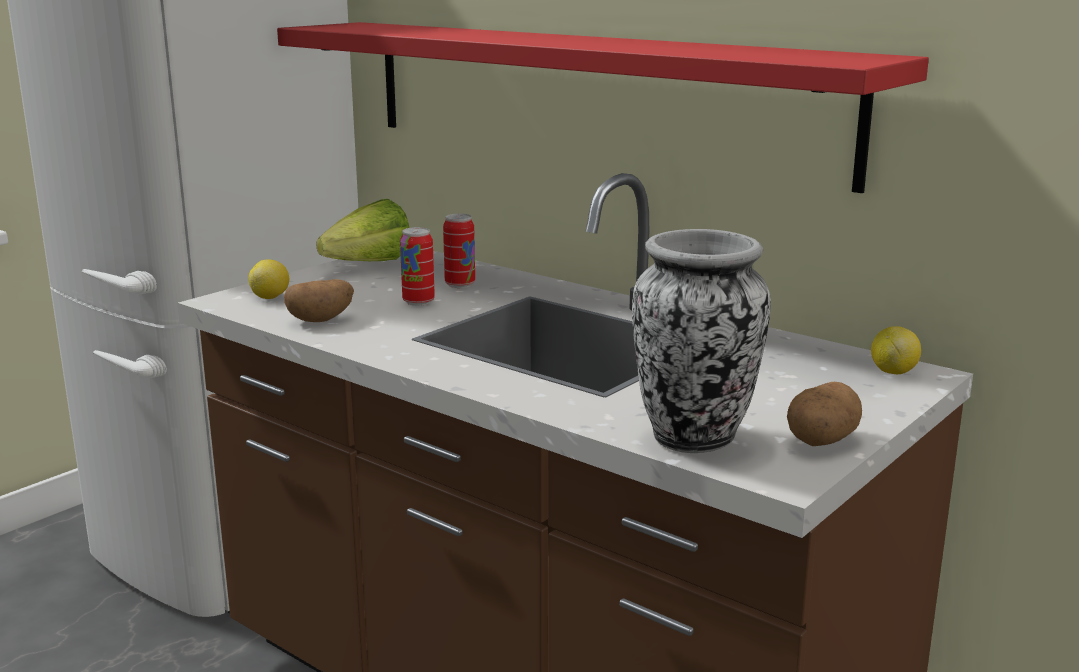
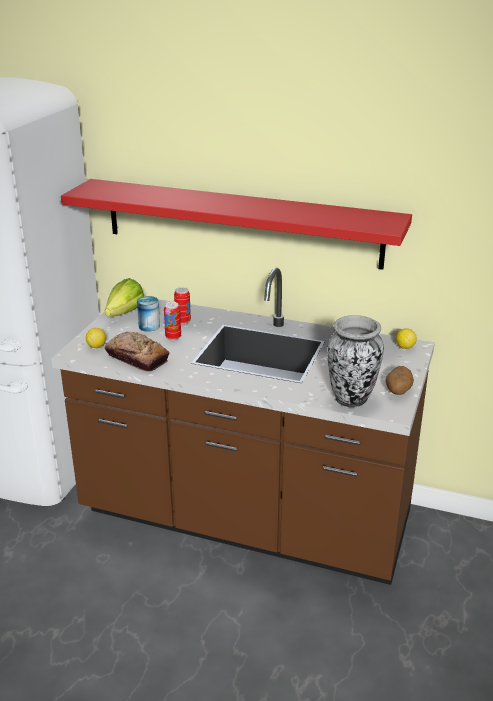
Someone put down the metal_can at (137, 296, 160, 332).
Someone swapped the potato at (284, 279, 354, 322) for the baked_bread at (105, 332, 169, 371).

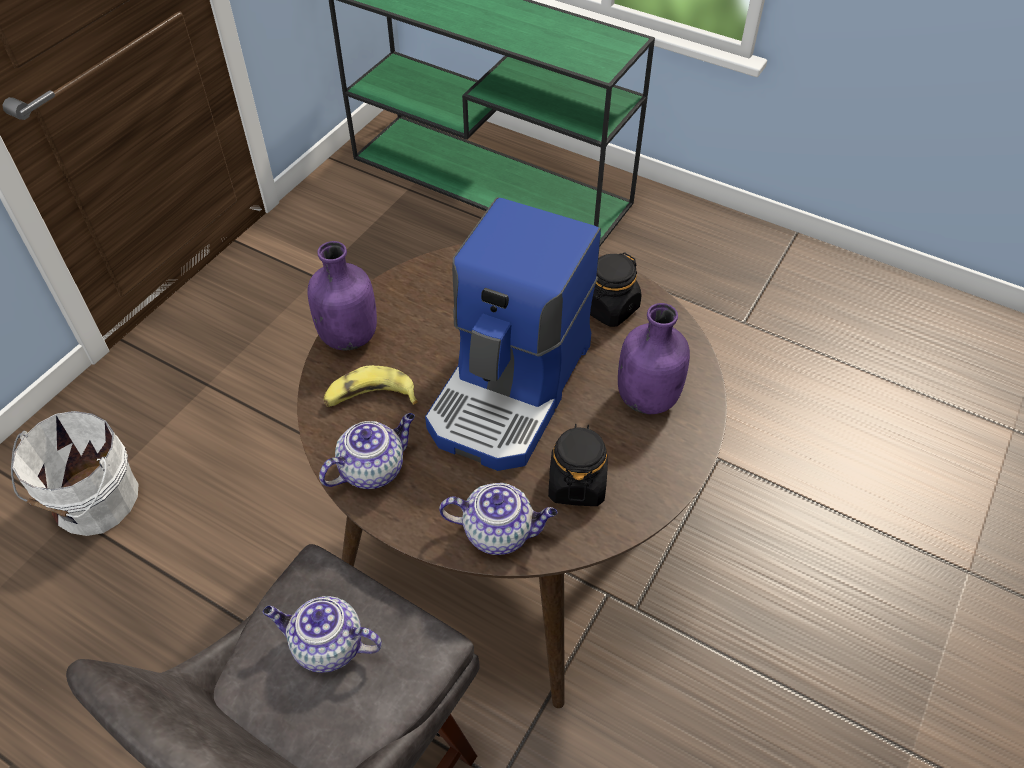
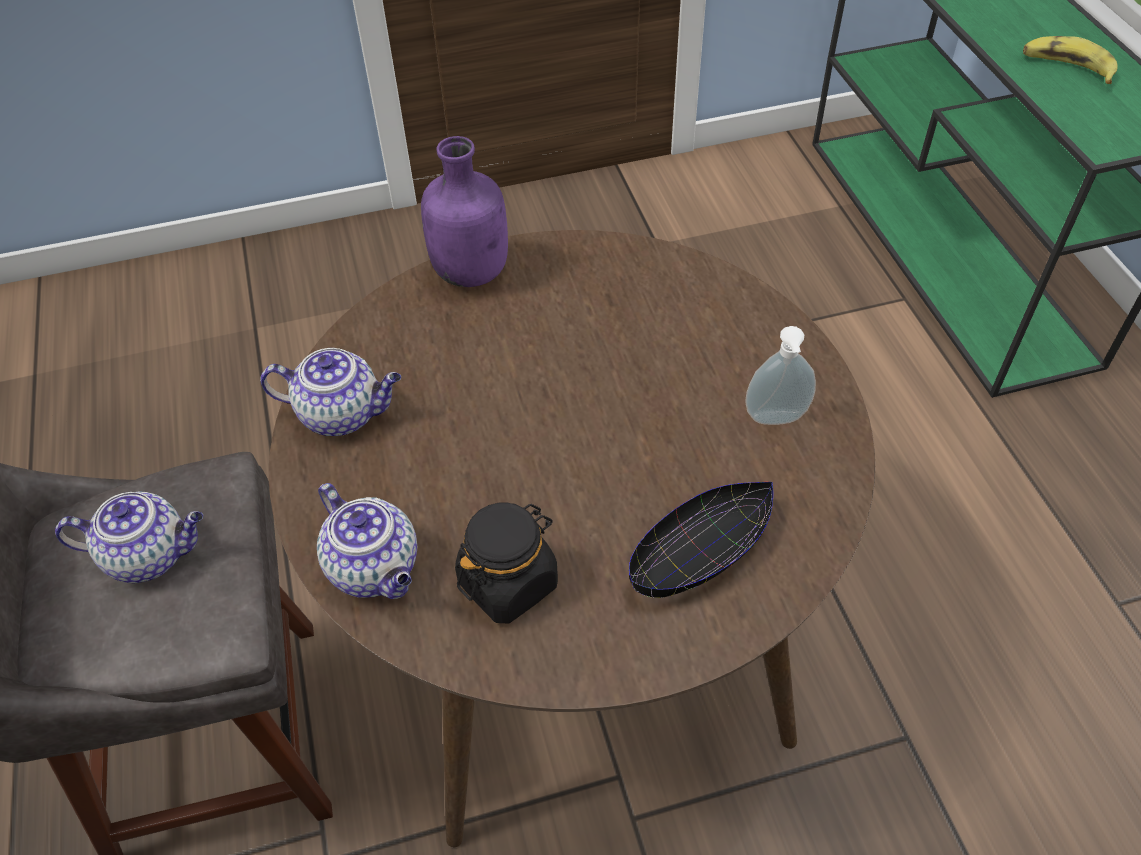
Someone took away the white_pail at (11, 411, 139, 536).
Someone took away the coffee_maker at (425, 197, 601, 471).
Someone carried the banana from (324, 365, 418, 407) to (1023, 36, 1118, 84).
Someone swapped the black_storage_jar at (590, 252, 642, 327) for the liquid_soap_bottle at (745, 326, 816, 425).
Someone swapped the purple_bottle at (618, 303, 690, 414) for the black_bowl at (629, 482, 773, 598).
Someone rotated the pot_for_tea at (263, 596, 382, 673) by 120 degrees clockwise.

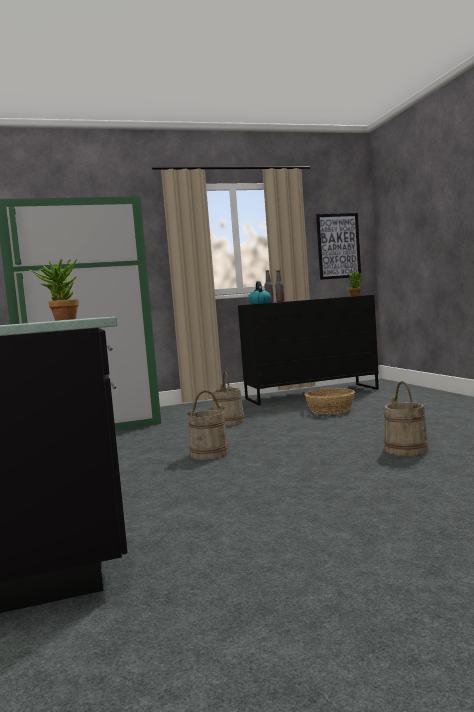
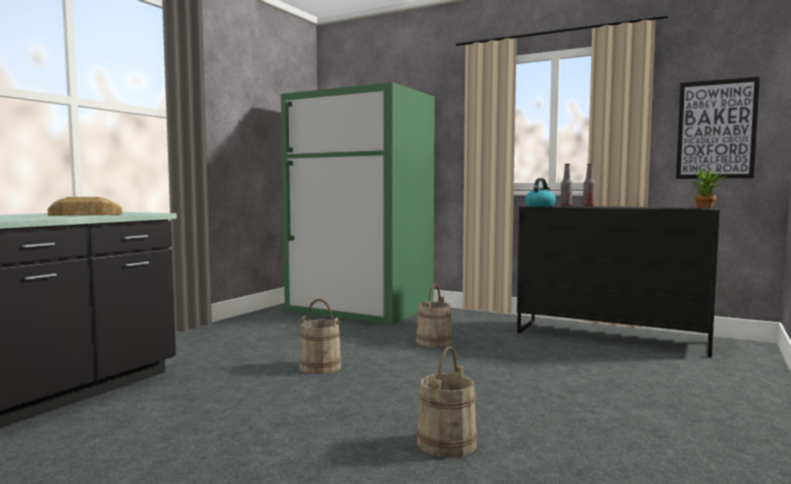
Someone took away the storage_basket at (304, 388, 355, 414).
Someone swapped the potted_plant at (28, 259, 79, 321) for the baked_bread at (48, 197, 122, 216).

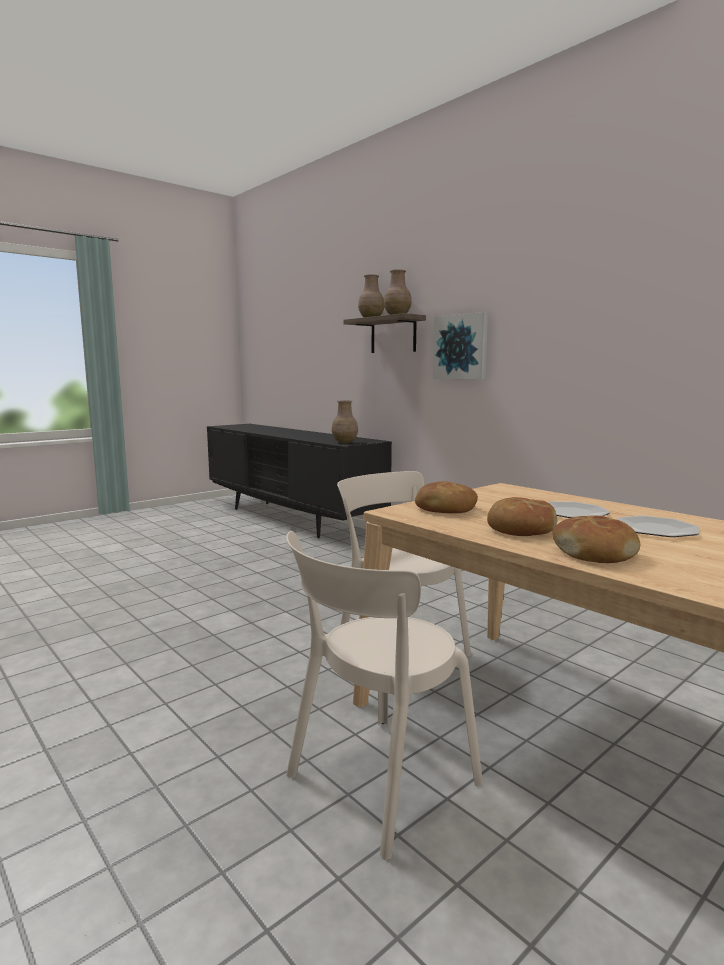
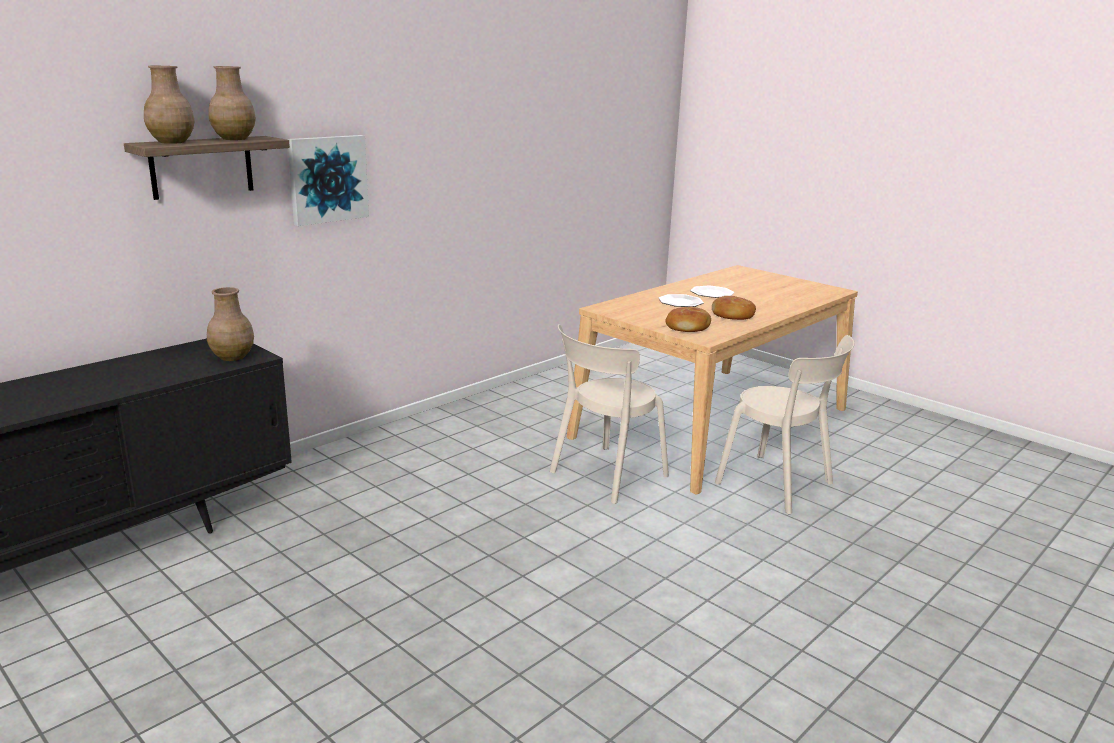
Someone took away the baked_bread at (552, 515, 640, 563).

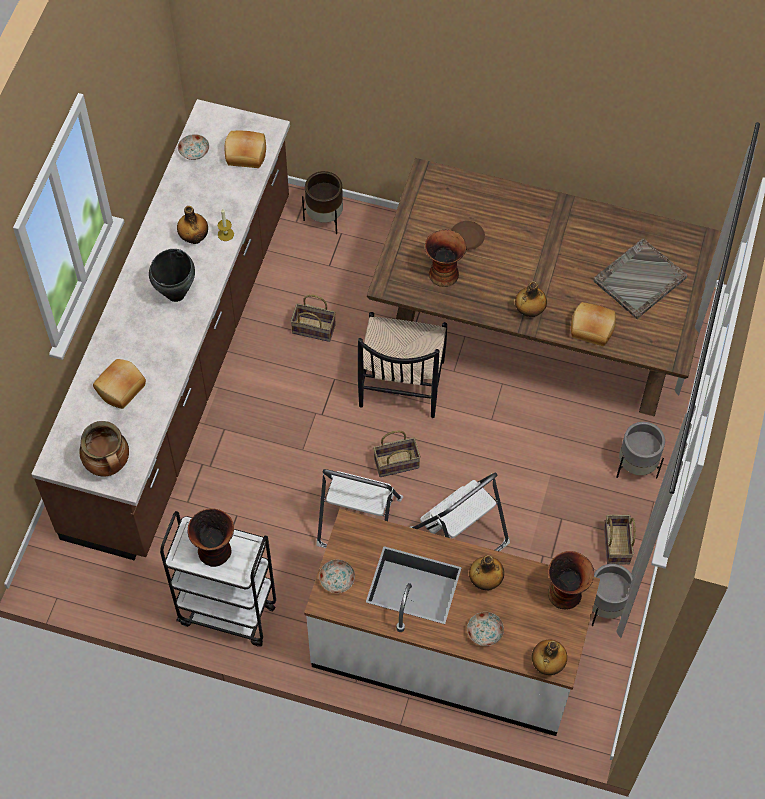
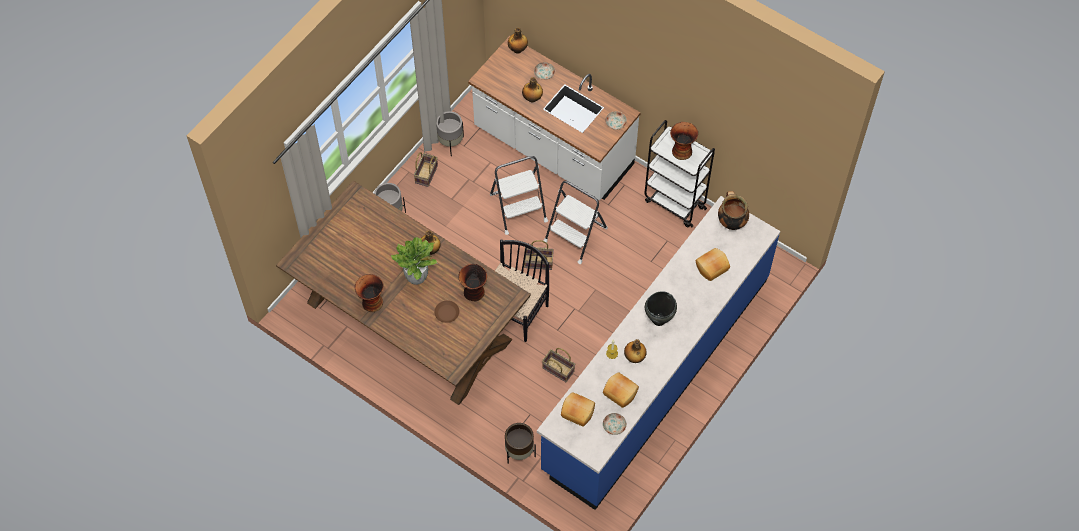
Someone took away the gray_tray at (593, 238, 688, 319).
Someone put down the potted_plant at (391, 237, 437, 285).
Someone carried the vase from (548, 551, 594, 609) to (355, 274, 384, 312).
Someone carried the baked_bread from (571, 302, 616, 346) to (603, 373, 639, 408).
Someone repainted the brown_kitchen_base_unit at (32, 99, 290, 561), which became the blue-coloured_kitchen_base_unit at (537, 196, 780, 510).

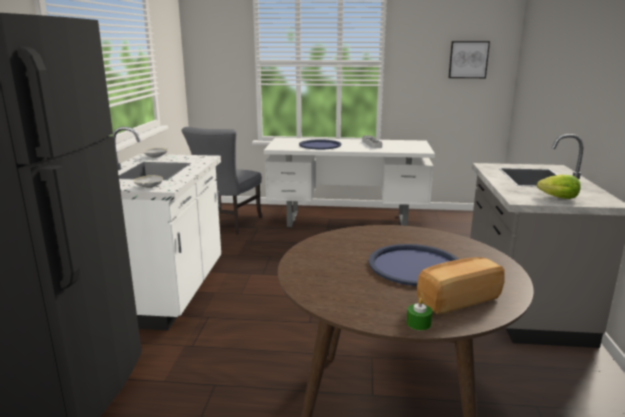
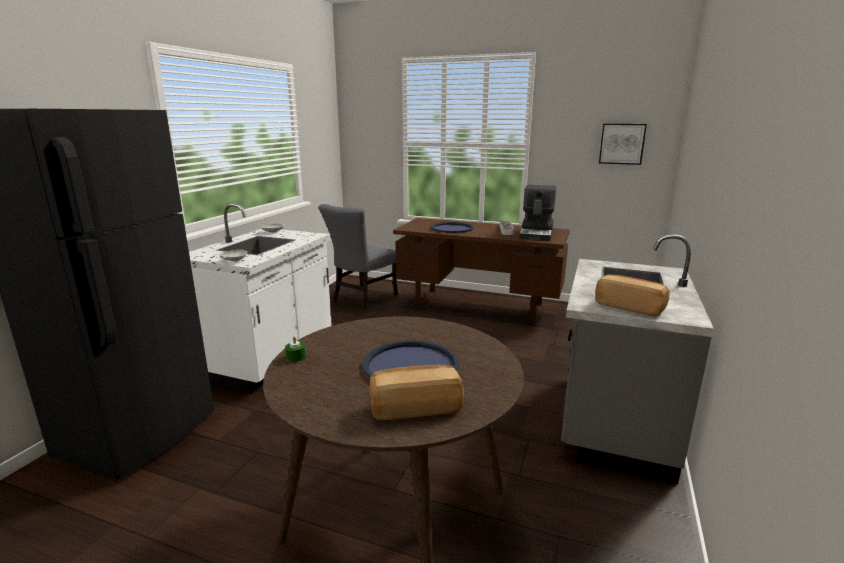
Someone put down the coffee_maker at (519, 185, 556, 241).
Someone carried the greenish_candle from (407, 298, 432, 330) to (285, 336, 306, 362).
Someone swapped the lettuce_head at (537, 175, 581, 199) for the baked_bread at (595, 274, 670, 317).
Someone repainted the white_desk_unit at (264, 138, 435, 227), which became the brown_desk_unit at (393, 218, 570, 324).

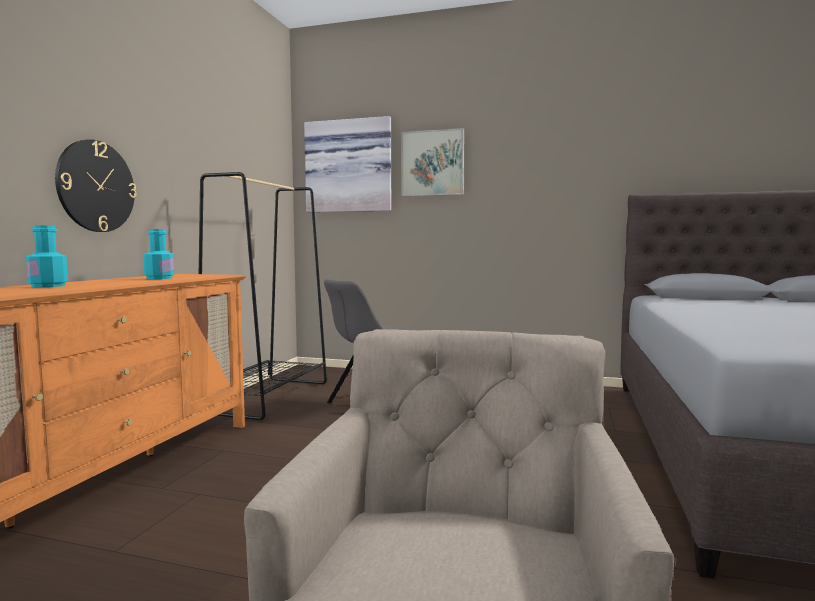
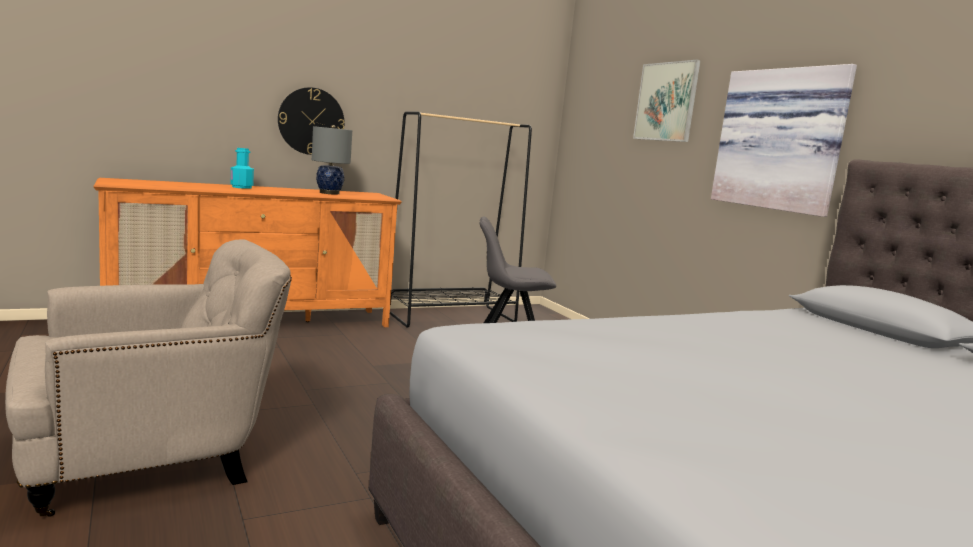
Someone carried the wall_art from (304, 116, 391, 212) to (711, 64, 857, 217).
Someone swapped the turquoise-coloured_bottle at (143, 229, 174, 279) for the gray_table_lamp at (312, 125, 352, 195).

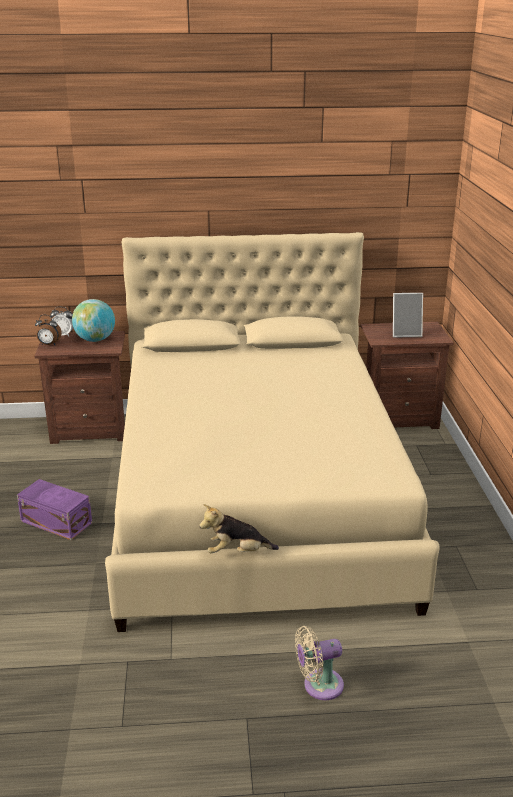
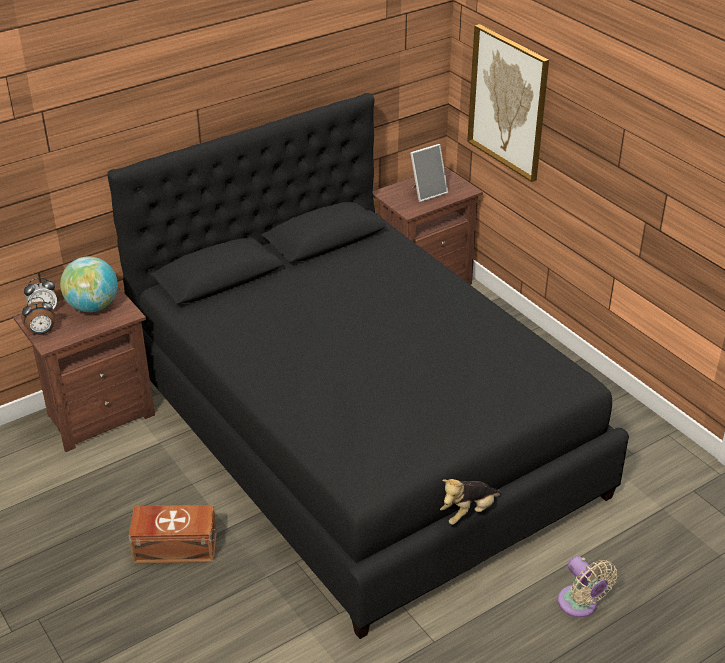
Someone put up the wall_art at (467, 24, 549, 182).
Someone repainted the purple_storage_box at (17, 479, 92, 540), which became the brown_storage_box at (129, 505, 217, 564).
Someone repainted the beige-coloured_bed at (105, 232, 440, 632), which became the black_bed at (107, 93, 629, 639).
Someone rotated the beige-coloured_cooling_fan at (295, 626, 344, 700) by 75 degrees counterclockwise.

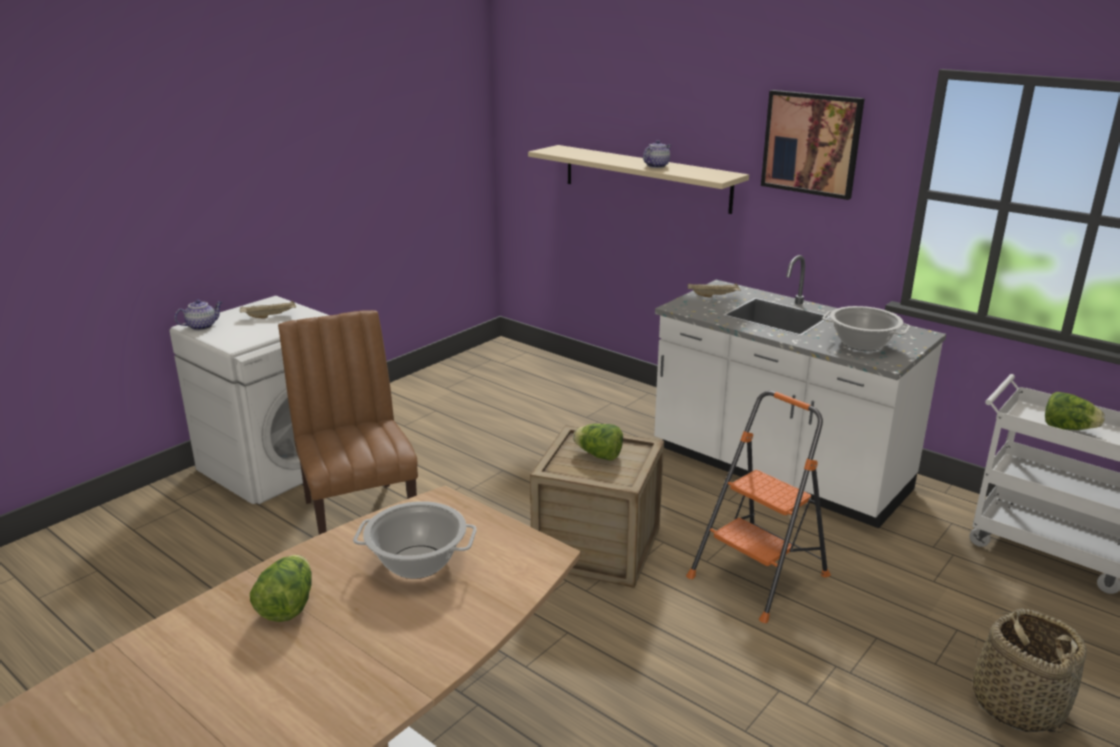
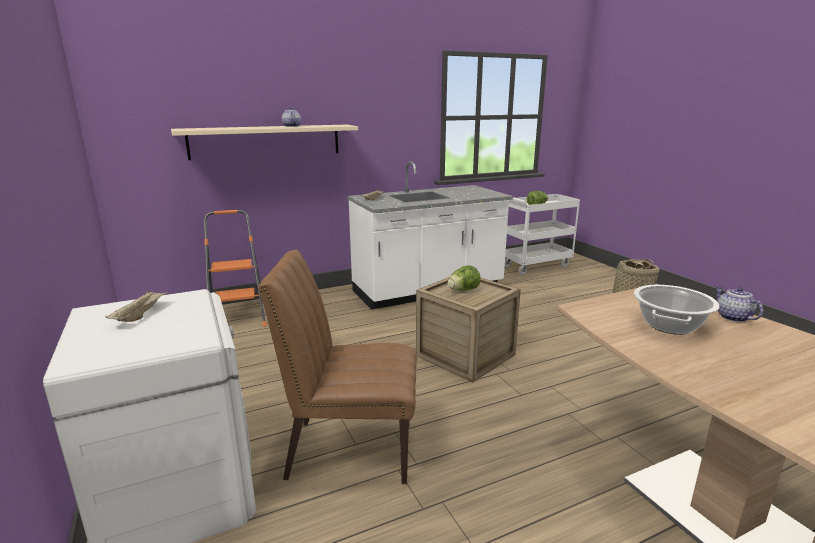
Someone took away the lettuce_head at (250, 555, 312, 622).
Someone took away the wall_art at (761, 90, 865, 200).
Someone took away the cooking_pot at (822, 306, 910, 351).
Someone carried the pot_for_tea from (175, 299, 222, 330) to (716, 286, 763, 322).
Someone carried the orangey_step_ladder from (686, 391, 831, 623) to (204, 210, 267, 327).

